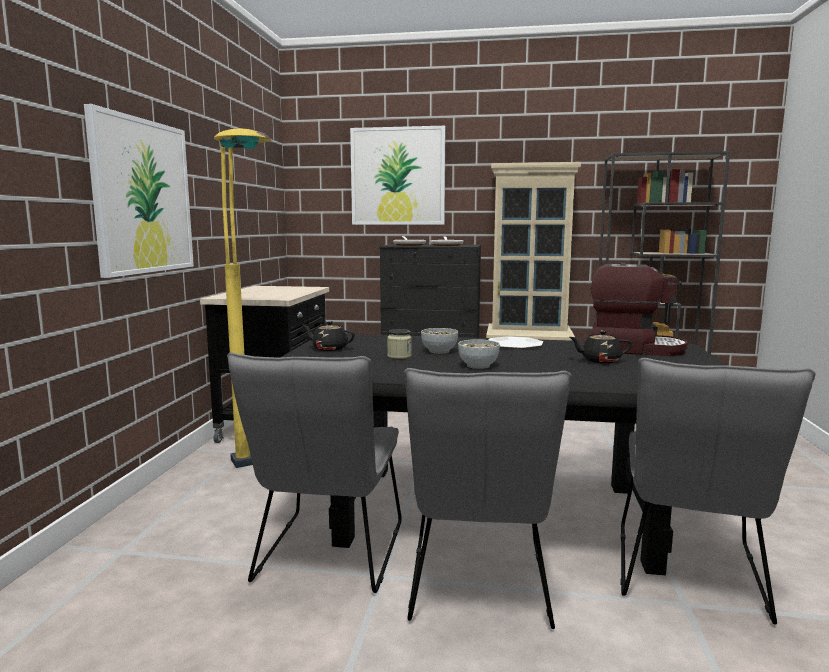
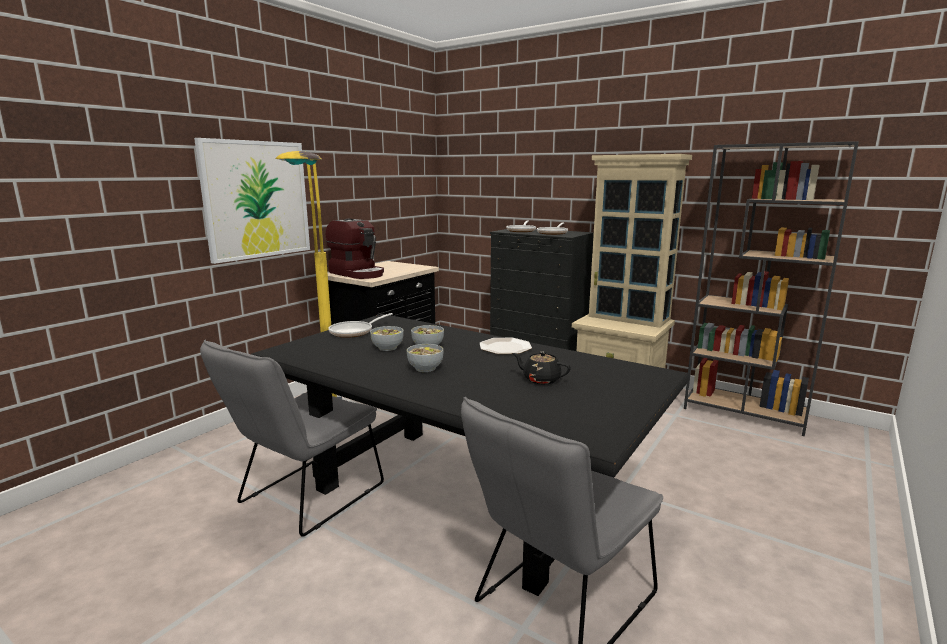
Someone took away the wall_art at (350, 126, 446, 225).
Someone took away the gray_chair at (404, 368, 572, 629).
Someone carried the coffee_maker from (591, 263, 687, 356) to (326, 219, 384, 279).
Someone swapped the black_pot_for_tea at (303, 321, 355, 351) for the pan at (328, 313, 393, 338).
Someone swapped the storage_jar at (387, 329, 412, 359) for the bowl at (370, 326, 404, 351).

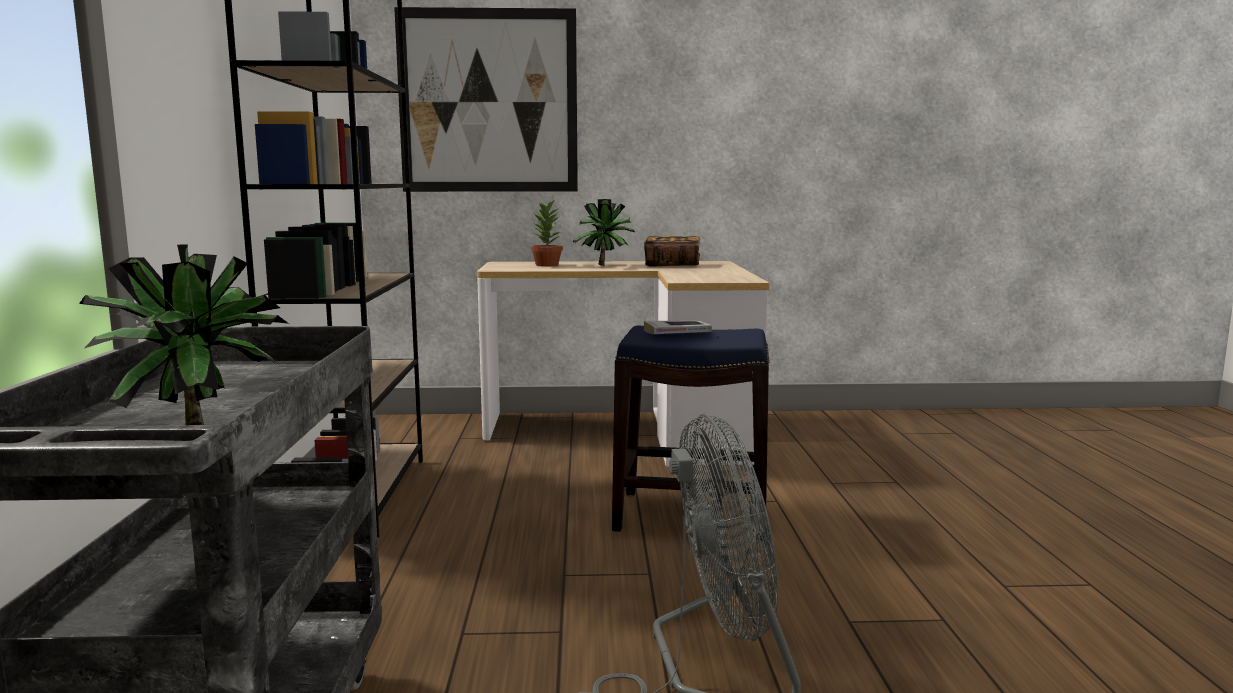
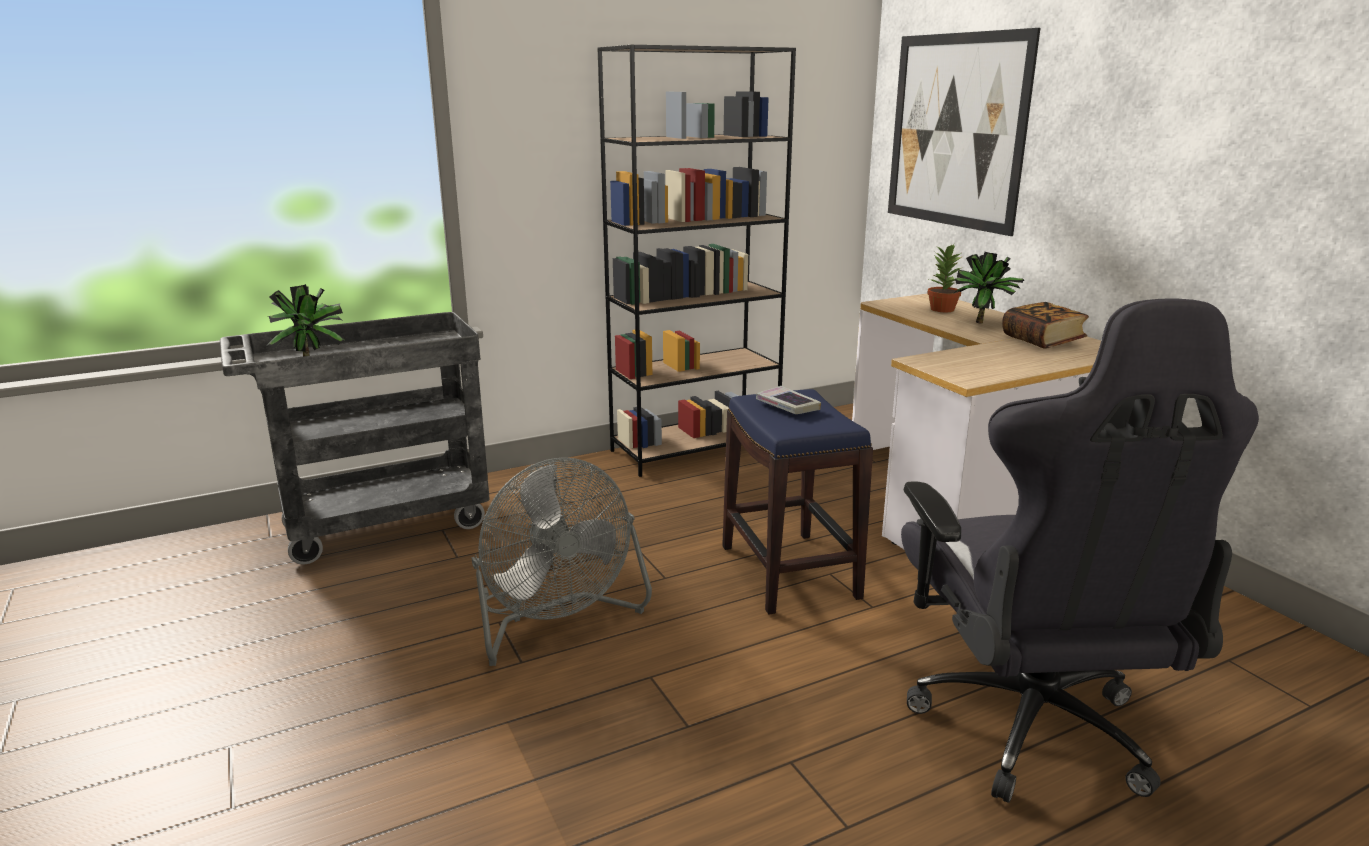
Someone put down the black_office_chair at (901, 299, 1259, 803).

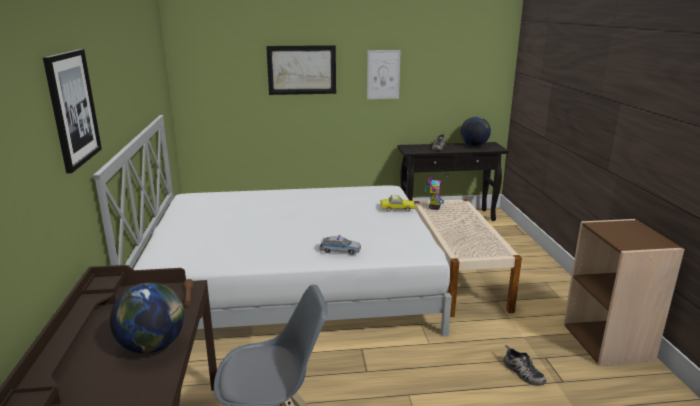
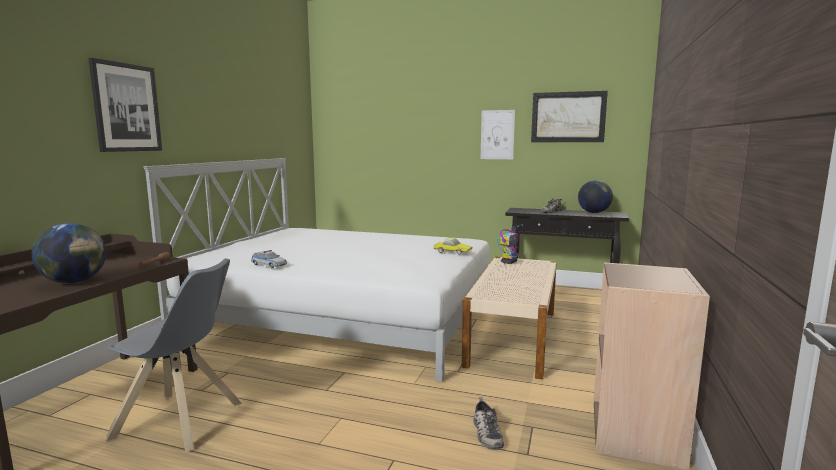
Someone carried the wall_art from (266, 45, 336, 95) to (531, 91, 608, 142).
Someone carried the miniature_car from (319, 235, 361, 255) to (251, 250, 287, 268).

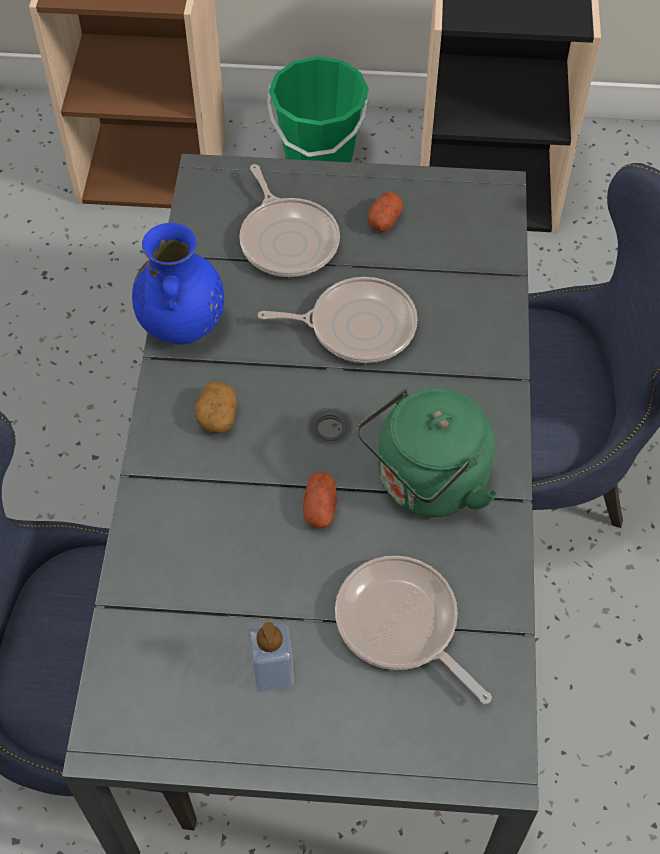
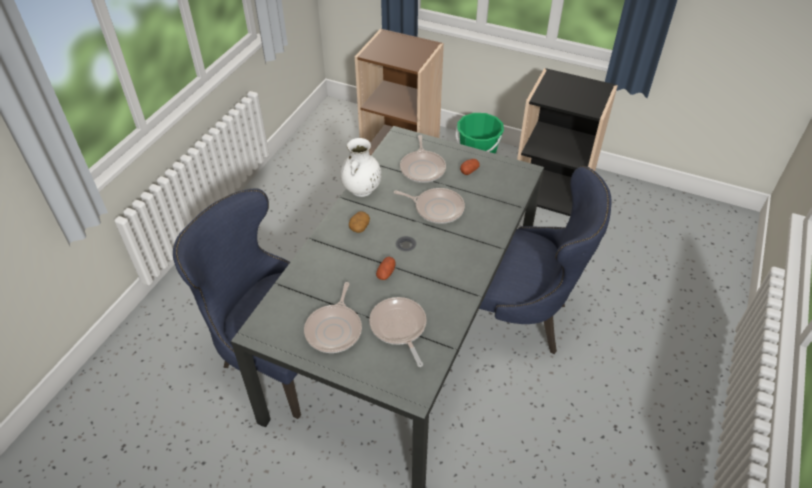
Someone took away the greenish_tea_kettle at (357, 387, 498, 517).
Someone swapped the liquid_soap_bottle at (248, 622, 294, 692) for the pan at (304, 282, 362, 353).
Someone repainted the blue-coloured_vase at (132, 223, 224, 345), which became the white_vase at (340, 138, 382, 197).

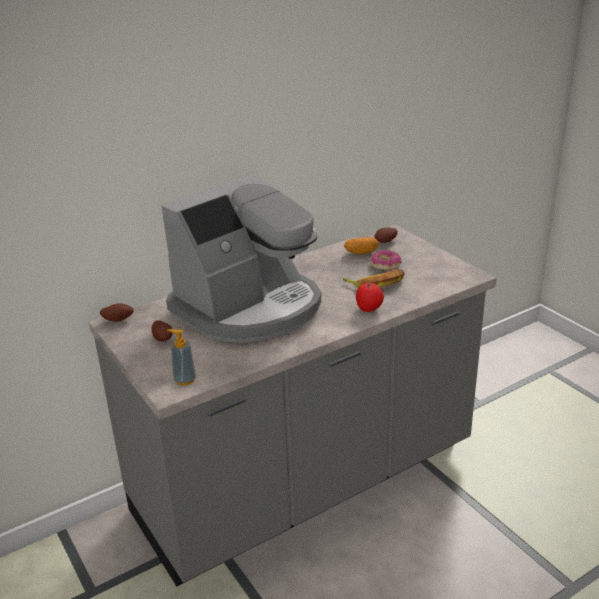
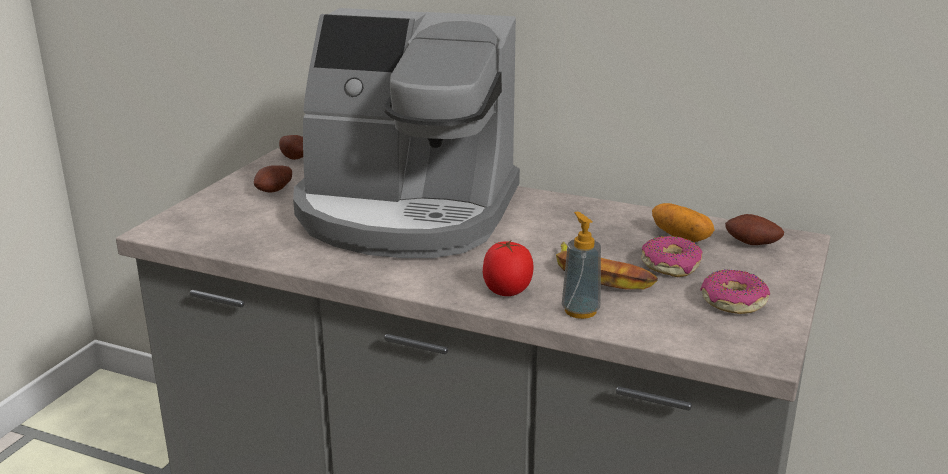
Someone put down the donut at (700, 269, 770, 314).
Someone carried the liquid_soap_bottle from (167, 329, 196, 386) to (562, 212, 601, 319).

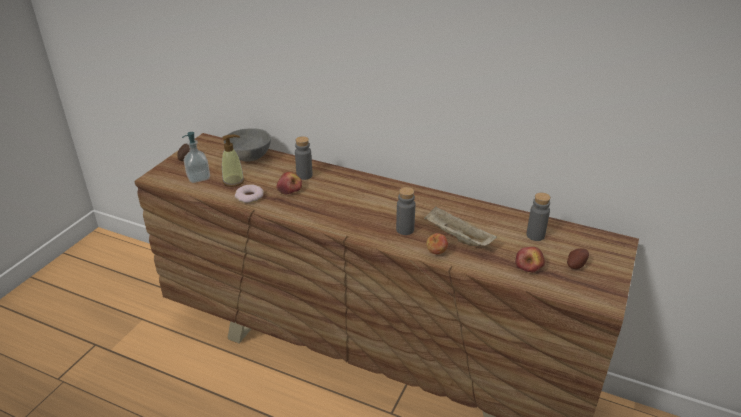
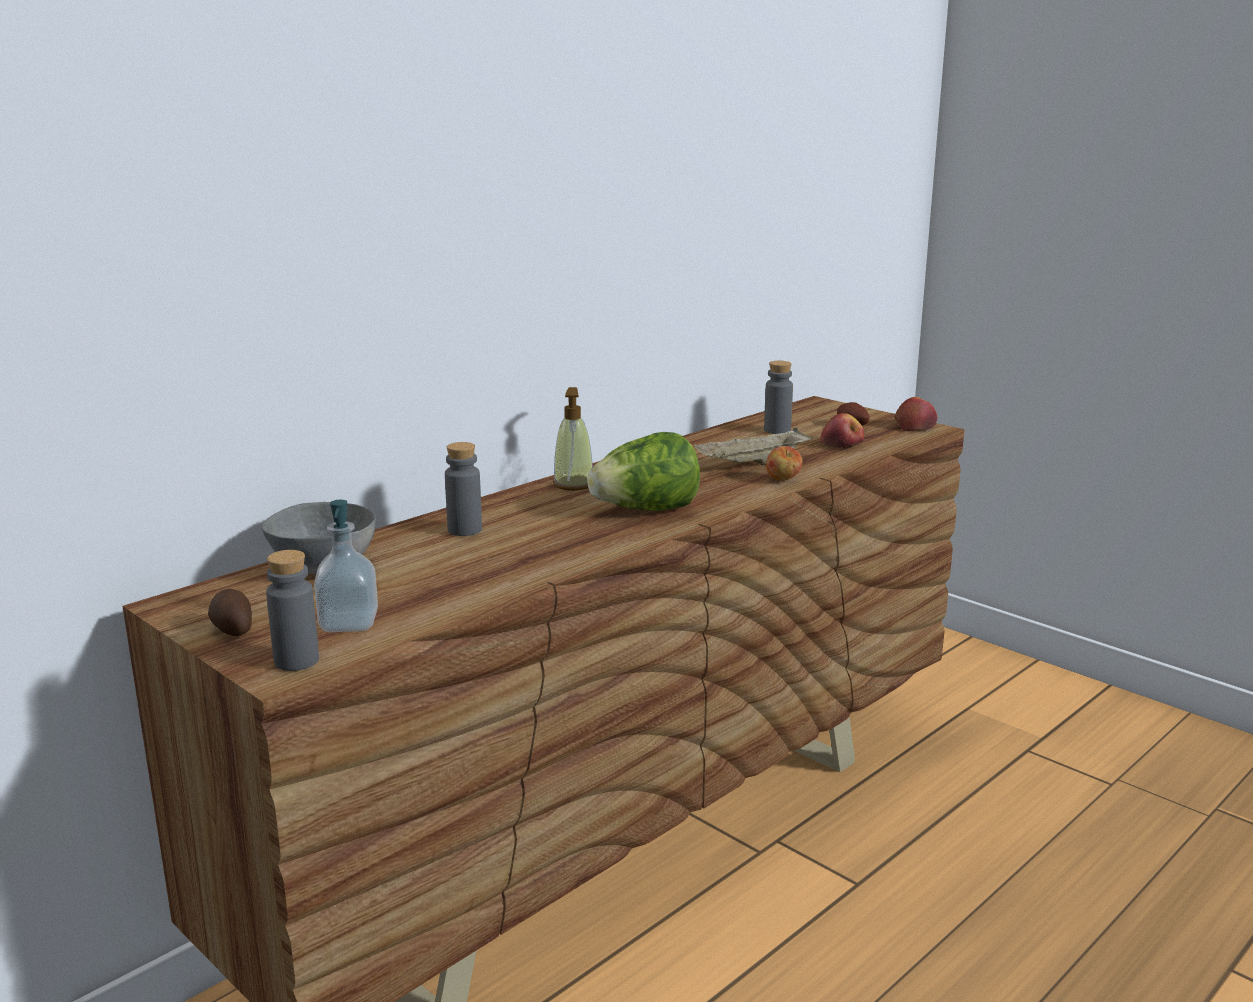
Someone took away the donut at (235, 184, 264, 203).
Someone put down the lettuce_head at (587, 432, 700, 511).
Someone carried the liquid_soap_bottle from (222, 134, 244, 187) to (553, 387, 593, 491).
Someone carried the whole_apple from (277, 172, 302, 194) to (894, 397, 937, 431).
Someone carried the gray_bottle from (396, 187, 415, 235) to (266, 550, 319, 671).

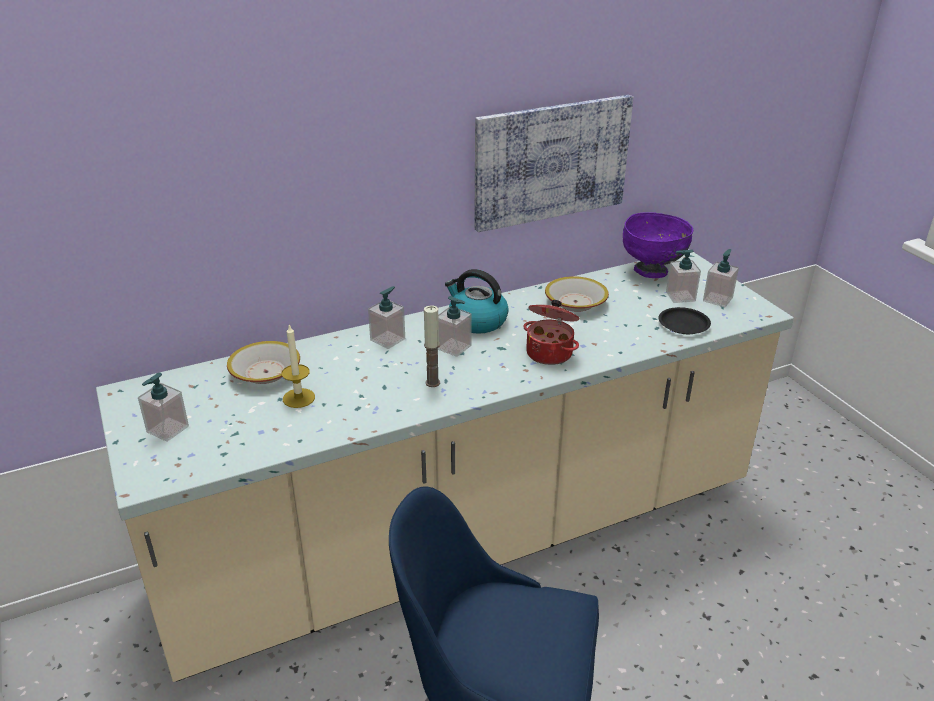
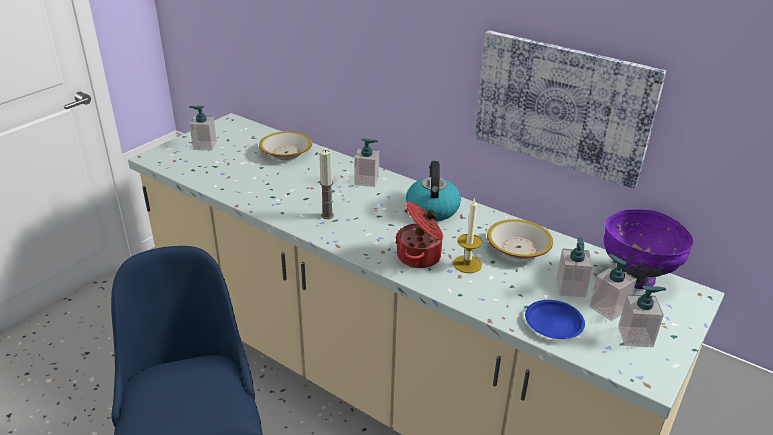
Someone carried the candle from (281, 325, 315, 408) to (453, 197, 482, 273).
Someone carried the liquid_soap_bottle from (438, 296, 472, 357) to (556, 237, 593, 297).
Someone repainted the black_plate at (658, 307, 711, 334), which became the blue-coloured_plate at (525, 300, 585, 339).

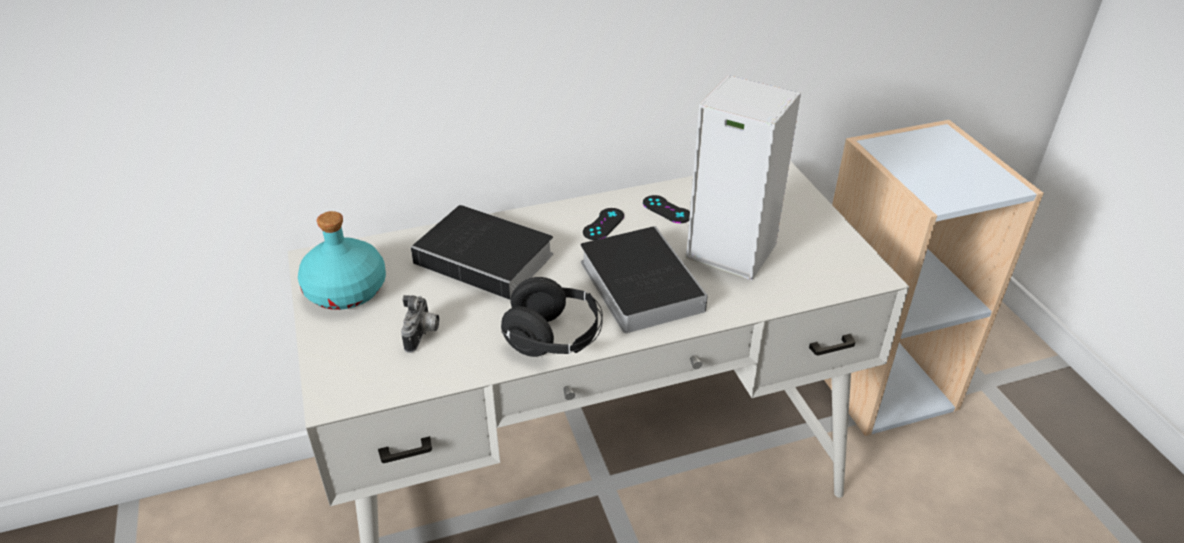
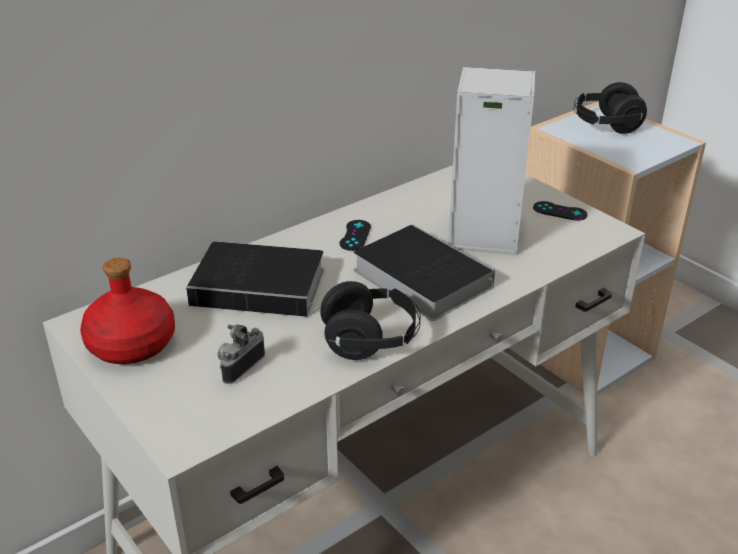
Someone put down the black_headset at (574, 82, 647, 134).
Someone carried the black_joypad from (643, 195, 690, 223) to (533, 201, 588, 221).
Someone repainted the turquoise-coloured_bottle at (298, 211, 386, 310), which became the reddish_bottle at (80, 257, 175, 364).
Someone rotated the still_camera at (401, 295, 439, 353) by 135 degrees counterclockwise.

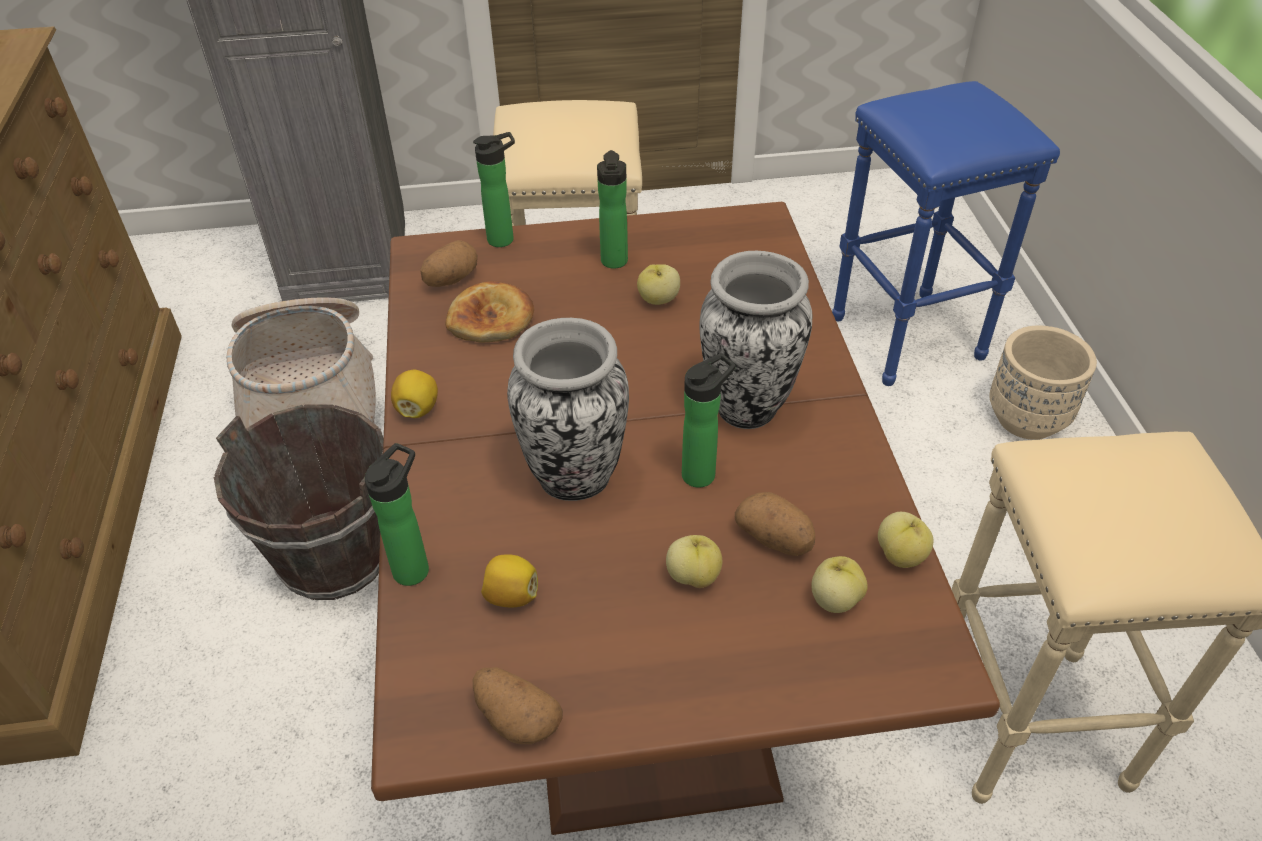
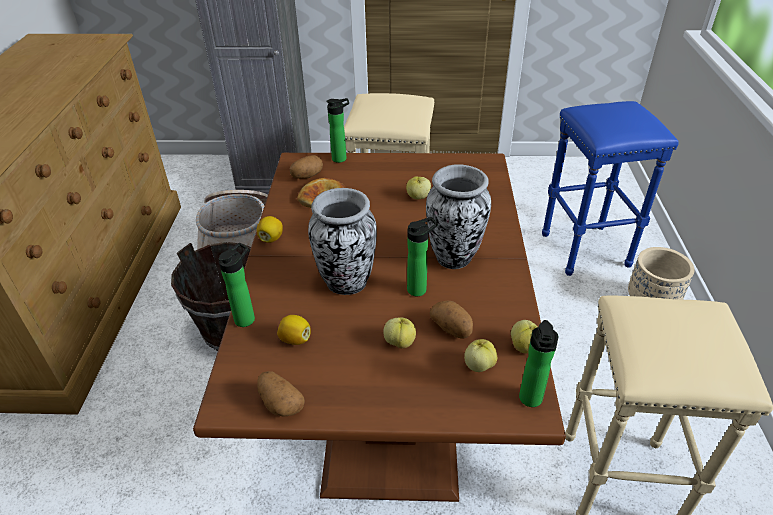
Someone carried the bottle from (597, 150, 628, 269) to (519, 320, 559, 407).

